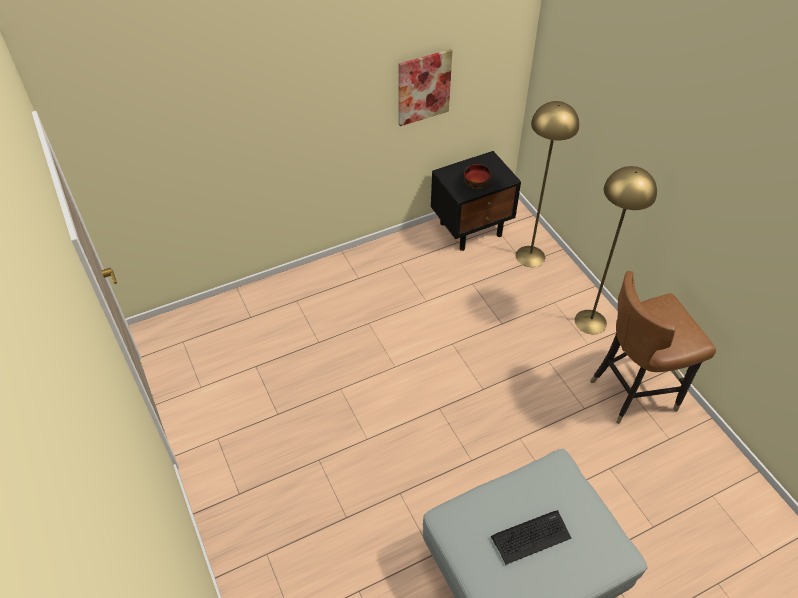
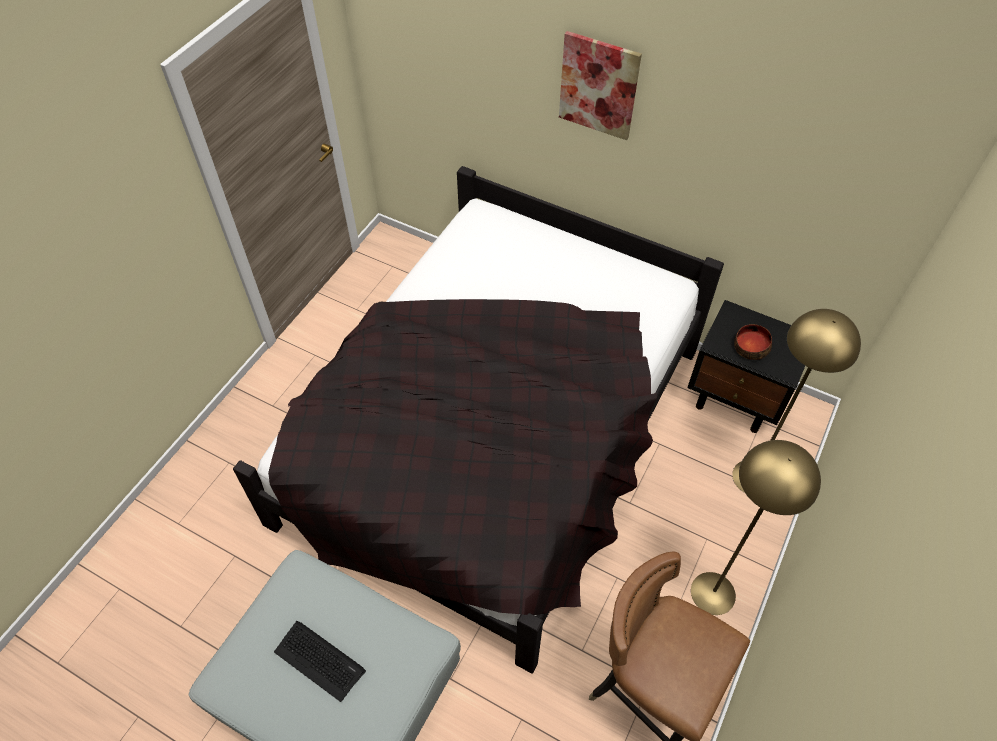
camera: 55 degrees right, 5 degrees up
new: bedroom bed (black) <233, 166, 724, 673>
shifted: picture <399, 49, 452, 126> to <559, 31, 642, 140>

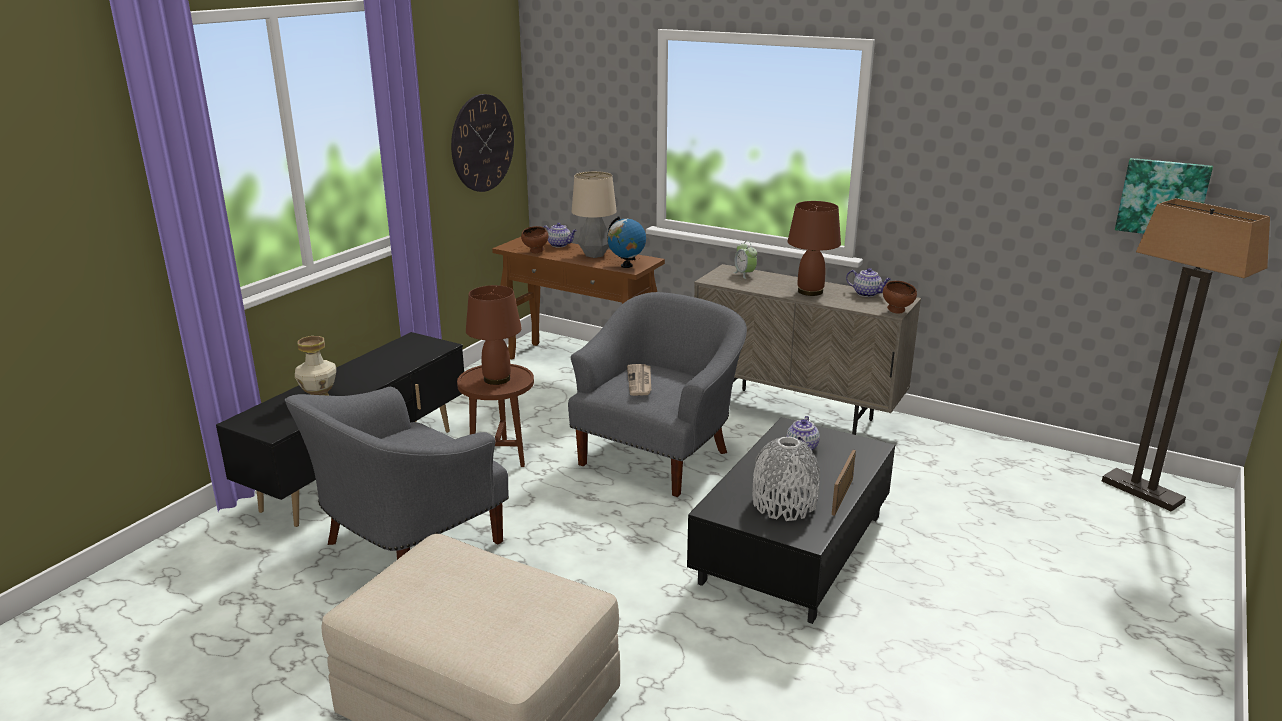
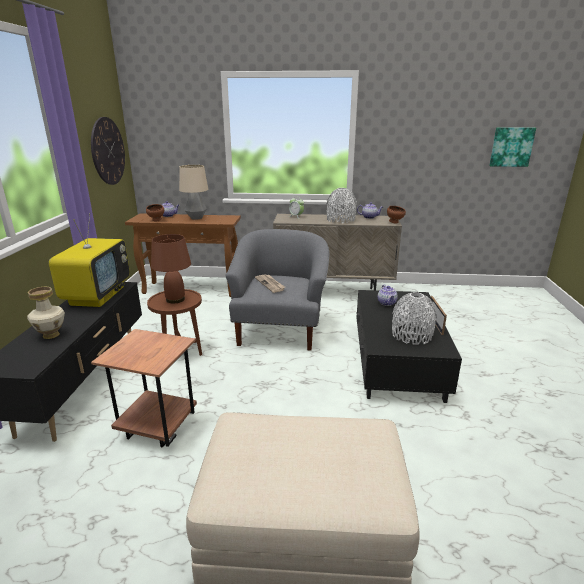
camera: 25 degrees left, 0 degrees up
gone: world globe <607, 217, 646, 268>; standing lamp <1102, 198, 1270, 511>
new: TV set <49, 213, 130, 307>
swapped: armchair (greyish) <285, 387, 509, 560> to side table (brown-coloured) <91, 329, 197, 448>; table lamp (brown-coloured) <788, 201, 841, 296> to decorative vase (greyish) <326, 188, 357, 223>

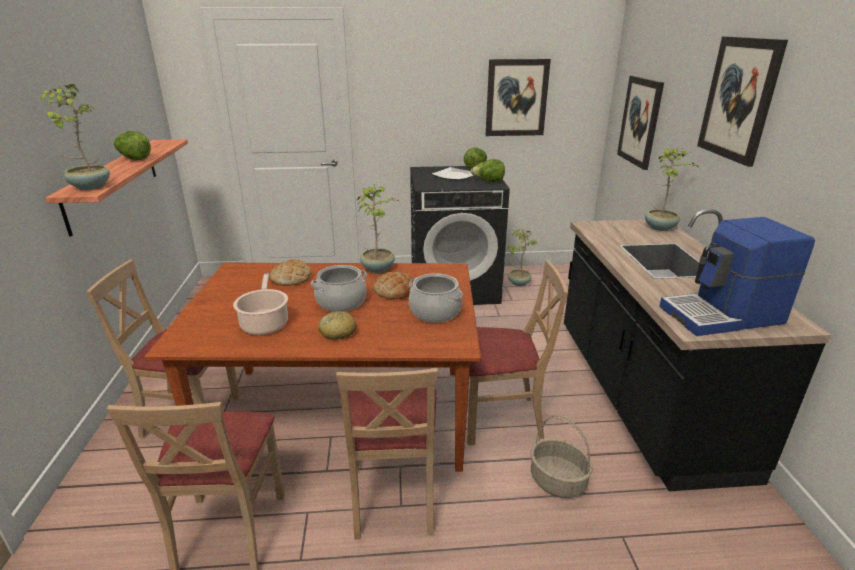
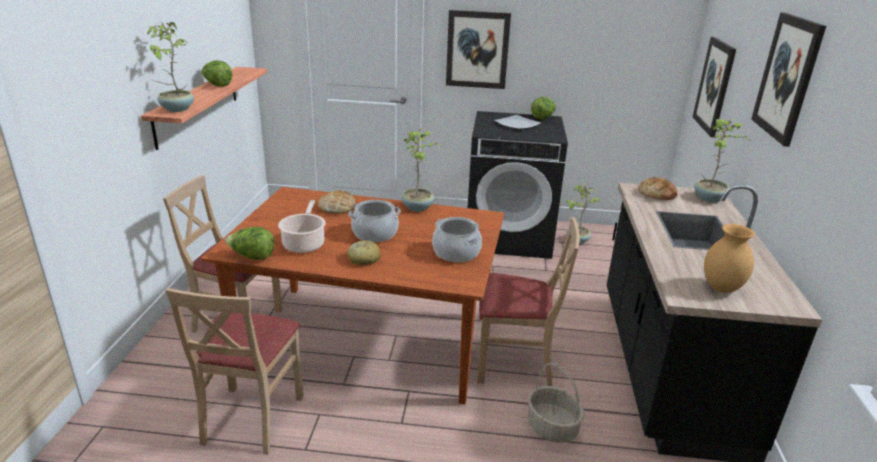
camera: 10 degrees right, 0 degrees up
gone: upright chair (beige) <336, 368, 438, 540>
shifted: baked bread <373, 272, 413, 299> to <638, 177, 678, 200>; head of lettuce <470, 159, 505, 182> to <225, 227, 274, 260>; picture <485, 59, 551, 136> to <446, 10, 511, 89>
swapped: coffee machine <659, 217, 815, 336> to decorative vase (brown-coloured) <704, 224, 755, 293>

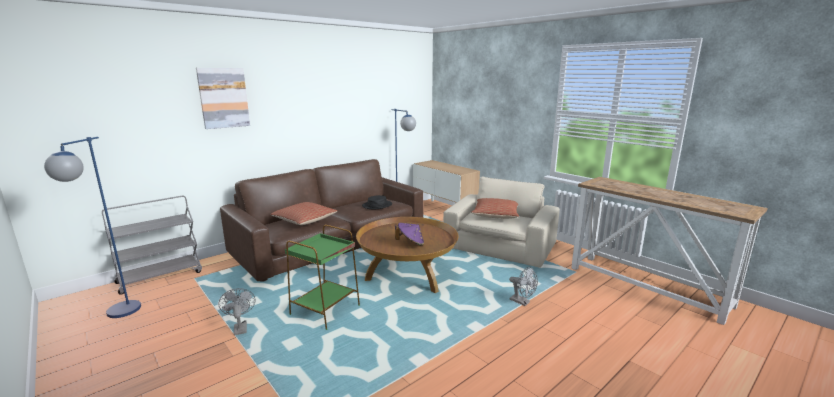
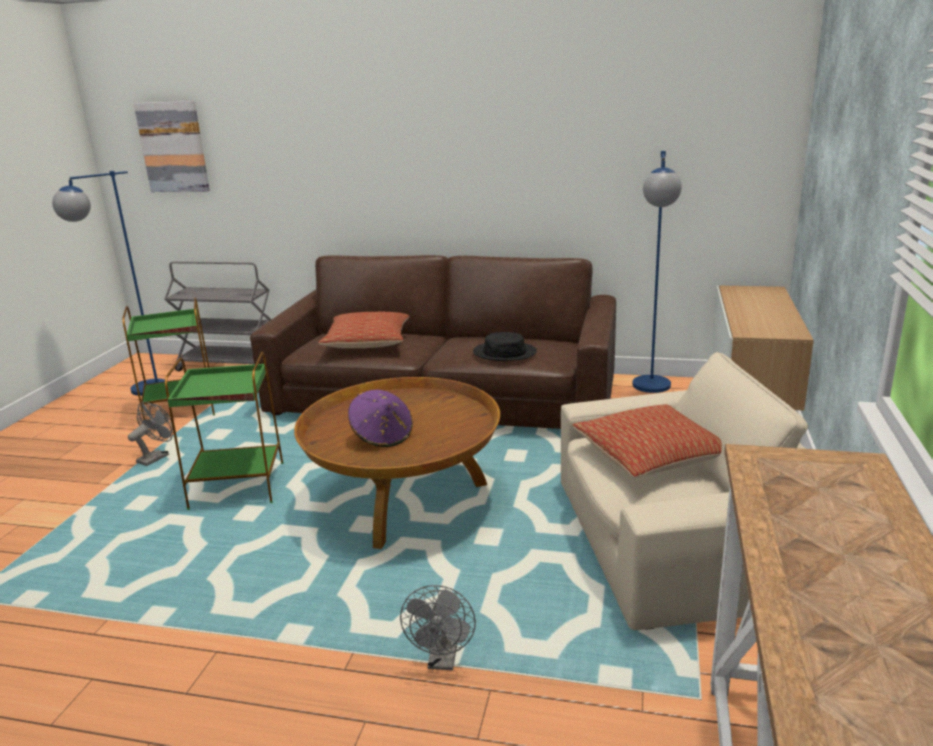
camera: 55 degrees right, 5 degrees up
new: side table (greenish) <122, 298, 215, 420>
shifted: picture <196, 68, 250, 129> to <134, 101, 210, 192>

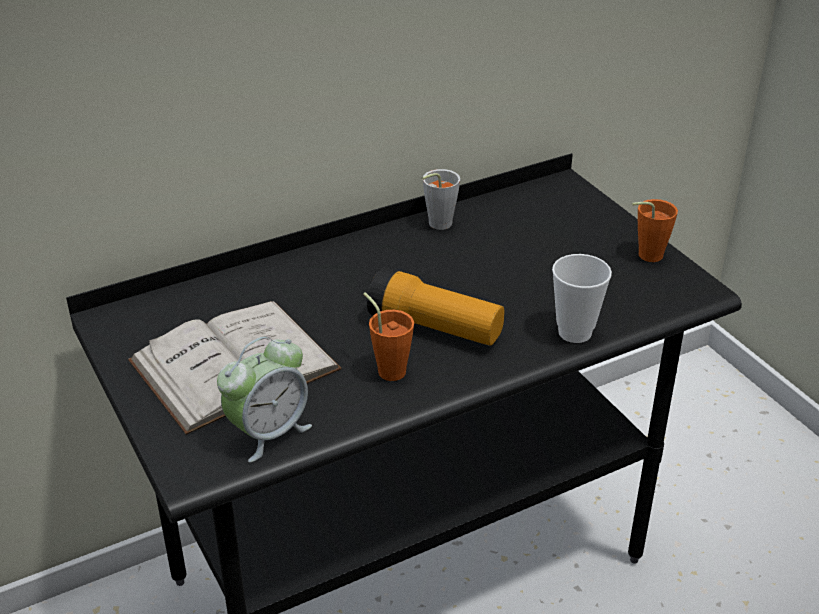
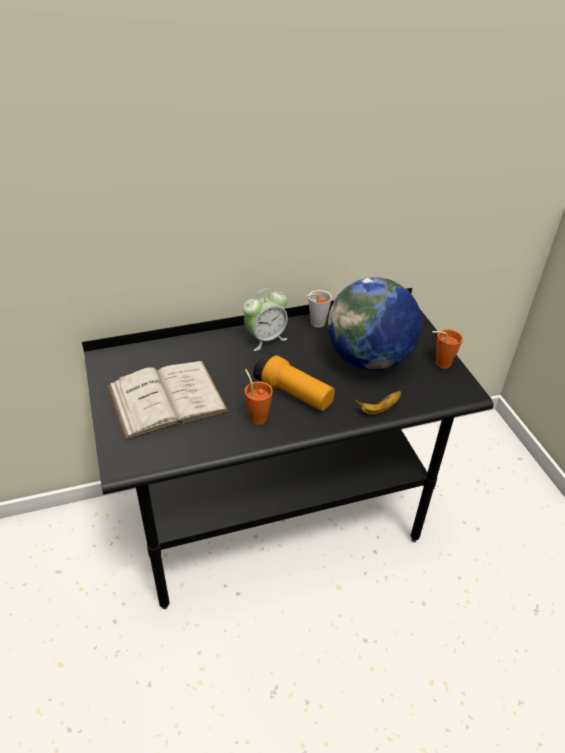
camera: 10 degrees right, 5 degrees up
new: world globe <328, 277, 422, 371>
shifted: table clock <217, 337, 312, 462> to <243, 288, 288, 351>
swapped: small cup <552, 254, 612, 343> to whole banana <354, 391, 401, 415>

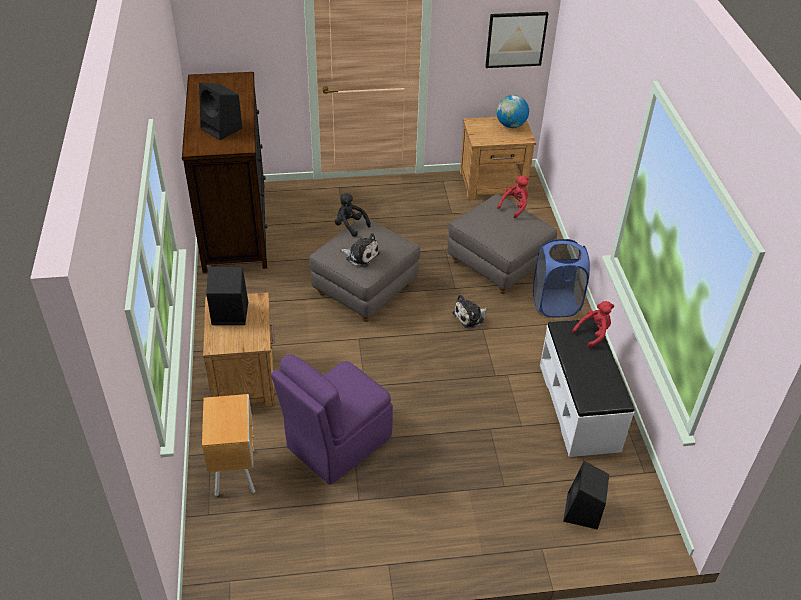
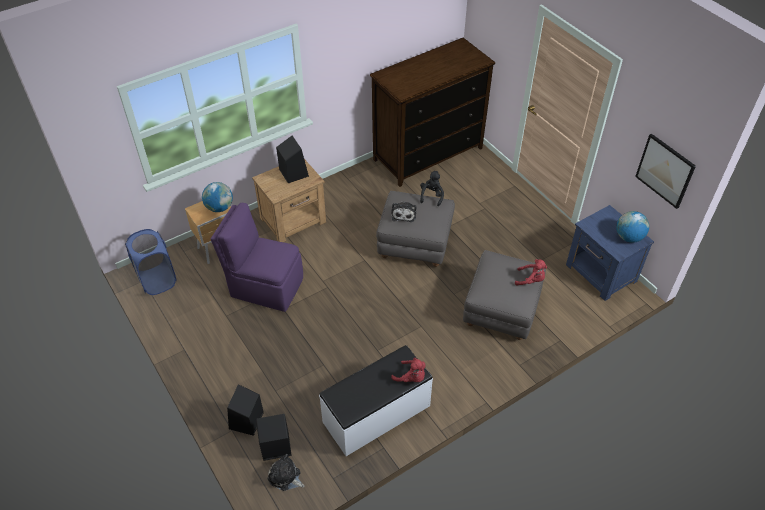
camera: 65 degrees right, 5 degrees up
new: world globe <202, 182, 233, 212>
shifted: speaker (black) <199, 83, 242, 140> to <227, 384, 264, 436>; soft toy <452, 294, 487, 329> to <268, 454, 305, 491>; hamper (blue) <533, 239, 590, 317> to <125, 229, 177, 295>
repainted: night table (brown-coloured) <460, 117, 536, 200> to night table (blue) <566, 205, 654, 301>

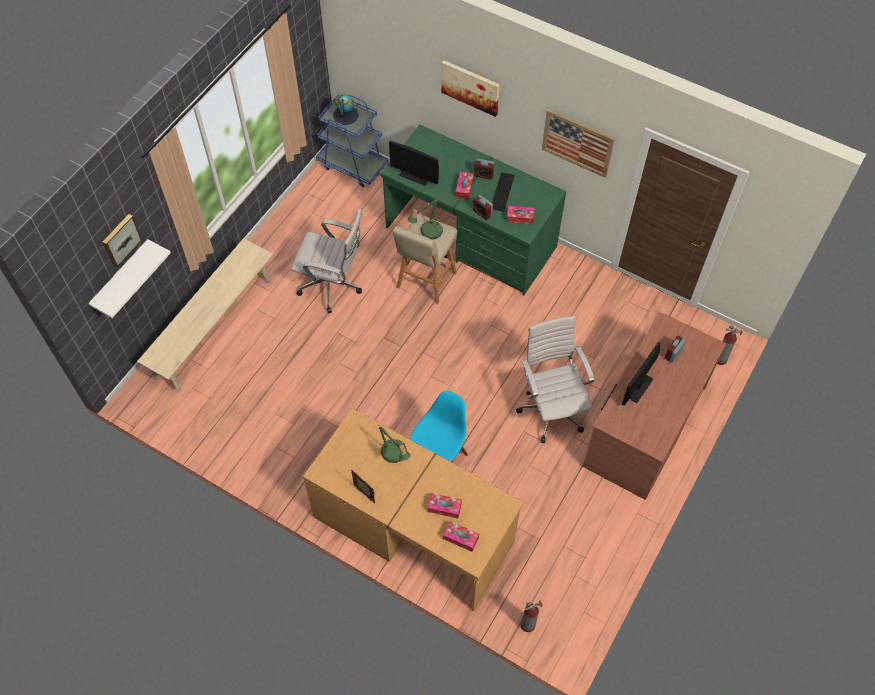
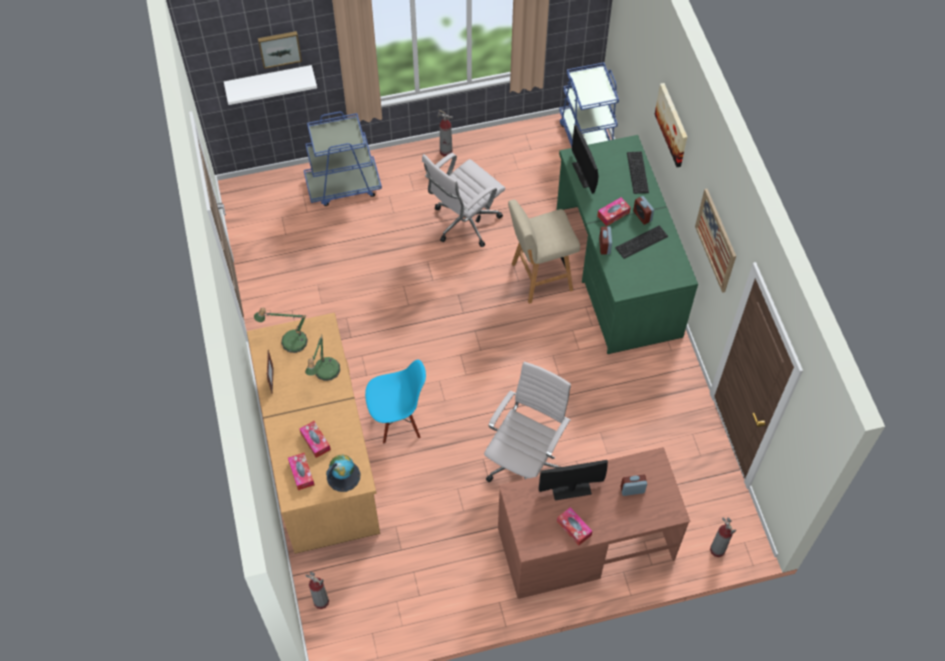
camera: 45 degrees right, 0 degrees up
new: extinguisher <438, 110, 453, 157>; keyboard <627, 151, 649, 194>
shifted: world globe <333, 94, 358, 125> to <326, 454, 360, 492>; table lamp <408, 199, 443, 239> to <254, 308, 308, 353>; tissue box <507, 205, 535, 224> to <557, 507, 592, 546>
swapped: bench (beige) <137, 238, 273, 393> to wheeled cart (blue) <304, 112, 382, 206>
rotated: desk chair (white-coloured) <291, 208, 362, 313> = <422, 153, 505, 247> 75 degrees clockwise

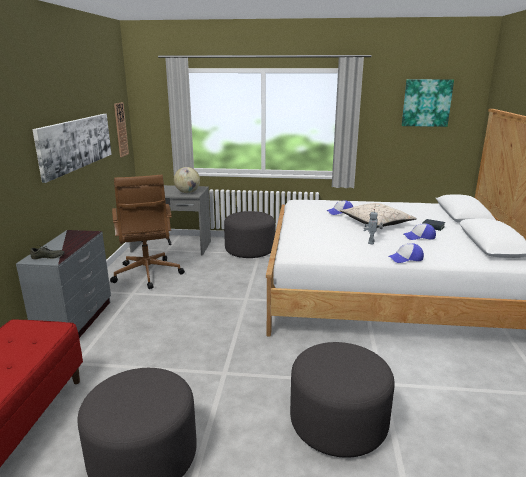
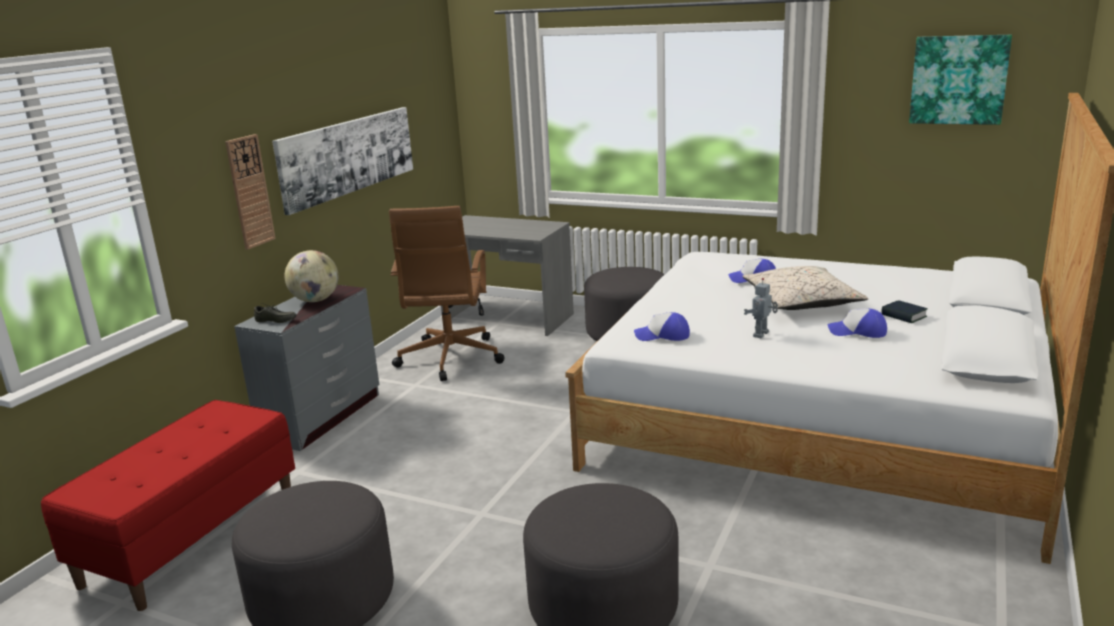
camera: 20 degrees right, 0 degrees up
shifted: clock on the wall <114, 102, 129, 157> to <225, 134, 276, 250>; world globe <174, 167, 200, 193> to <285, 250, 338, 302>; cap <388, 243, 424, 263> to <634, 312, 690, 341>

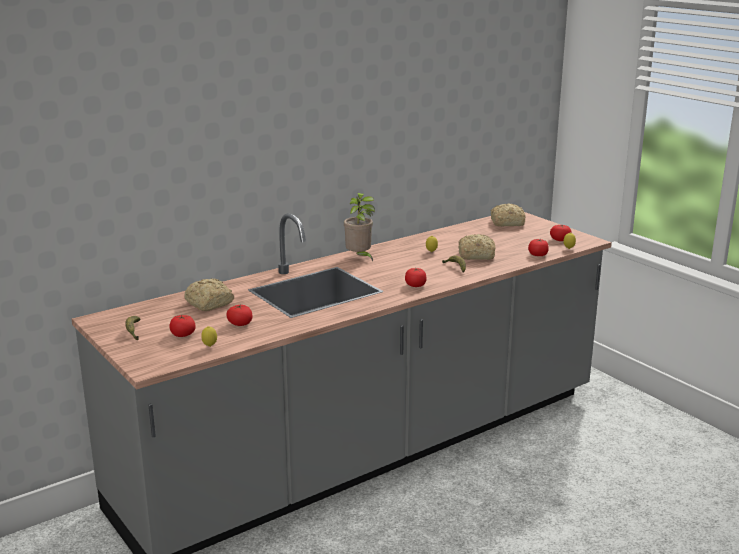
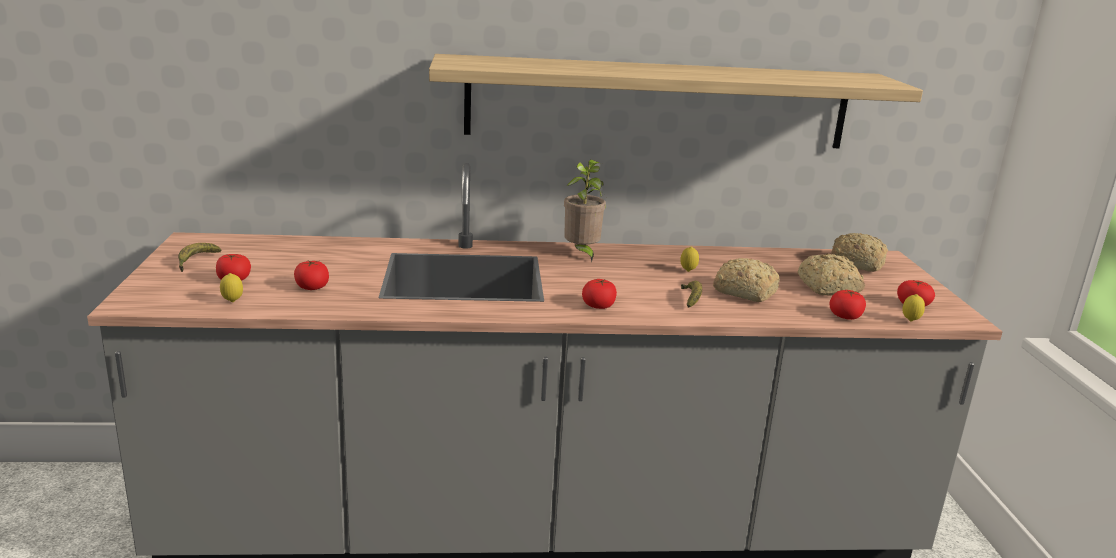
camera: 30 degrees right, 0 degrees up
new: bracket shelf <429, 54, 923, 148>
shifted: baked bread <184, 278, 234, 311> to <797, 254, 865, 295>

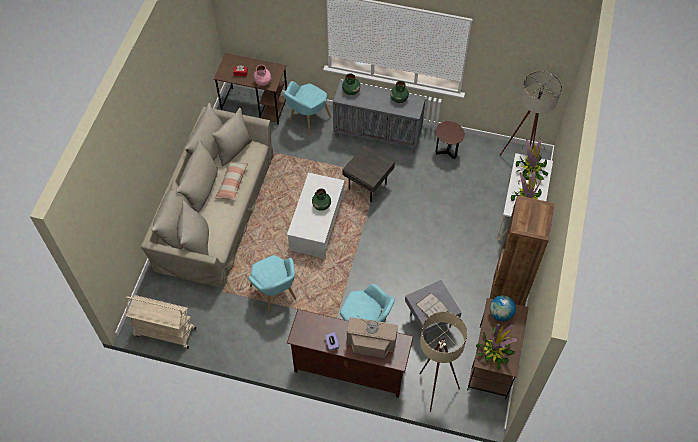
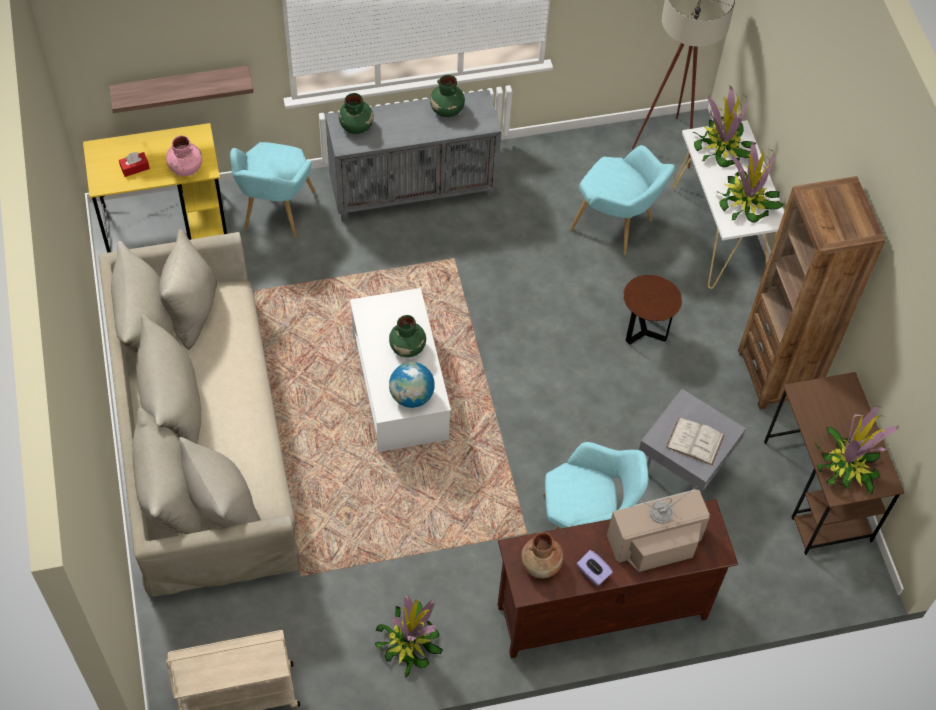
camera: 30 degrees left, 0 degrees up
gone: cushion <214, 162, 249, 200>; side table (greyish) <343, 145, 395, 202>; standing lamp (beige) <419, 312, 467, 412>
new: bracket shelf <109, 65, 254, 113>; houseplant <375, 595, 443, 678>; decorative vase (brown-coloured) <521, 532, 563, 578>
shifted: armchair (turquoise-coloured) <249, 255, 296, 313> to <570, 145, 675, 255>; side table (brown-coloured) <436, 121, 465, 159> to <623, 275, 682, 345>; world globe <490, 295, 516, 321> to <389, 362, 435, 408>
repainted: desk unit (brown-coloured) <214, 53, 287, 125> to desk unit (yellowish) <83, 123, 227, 253>

